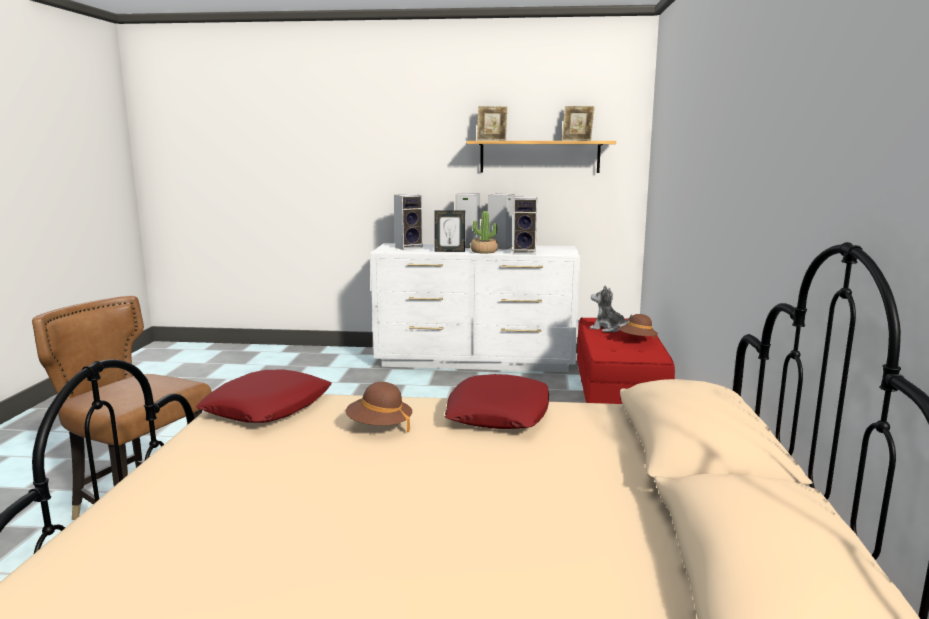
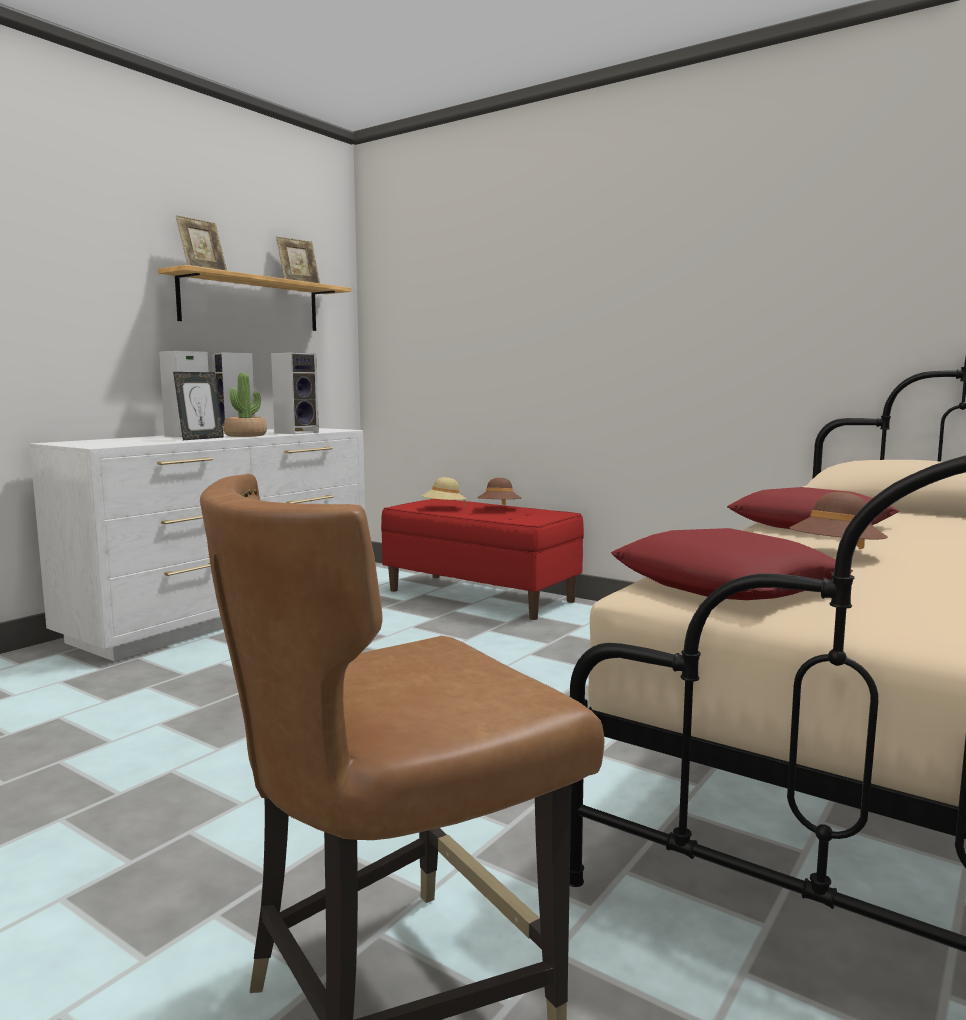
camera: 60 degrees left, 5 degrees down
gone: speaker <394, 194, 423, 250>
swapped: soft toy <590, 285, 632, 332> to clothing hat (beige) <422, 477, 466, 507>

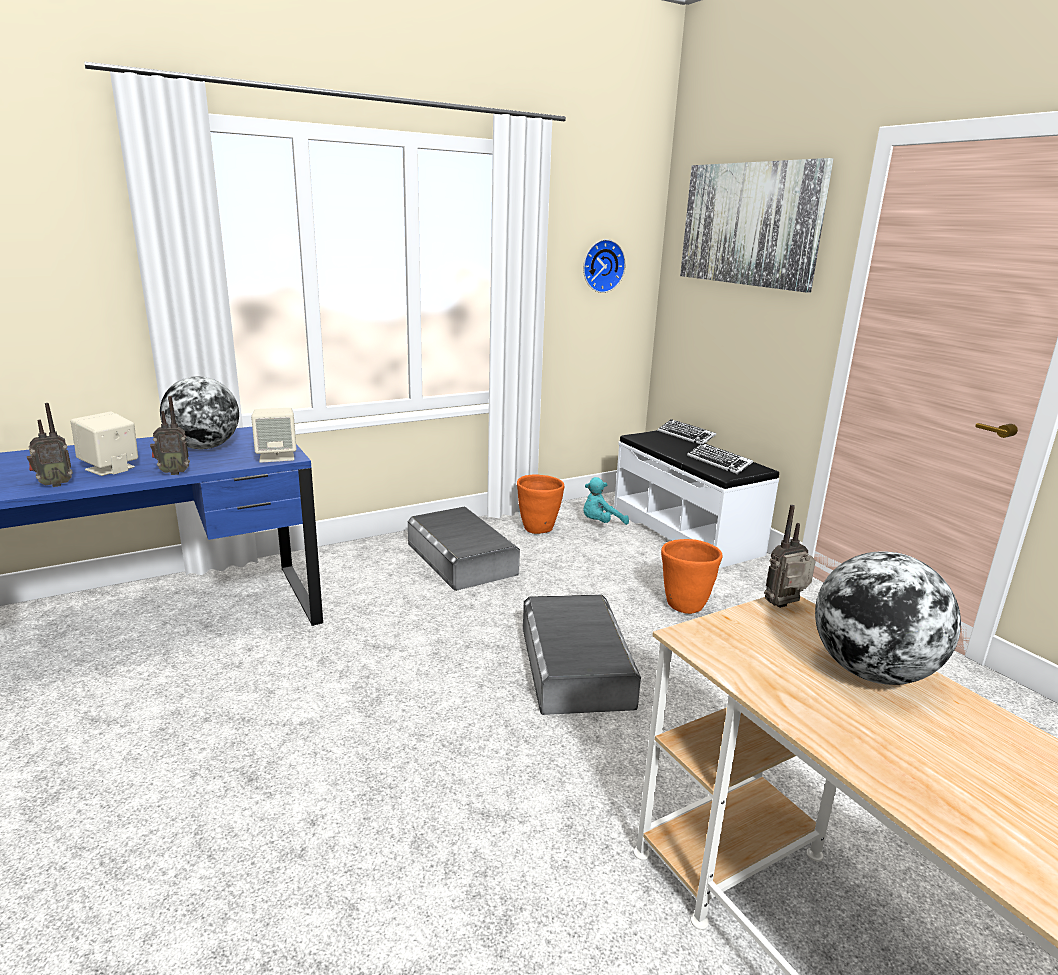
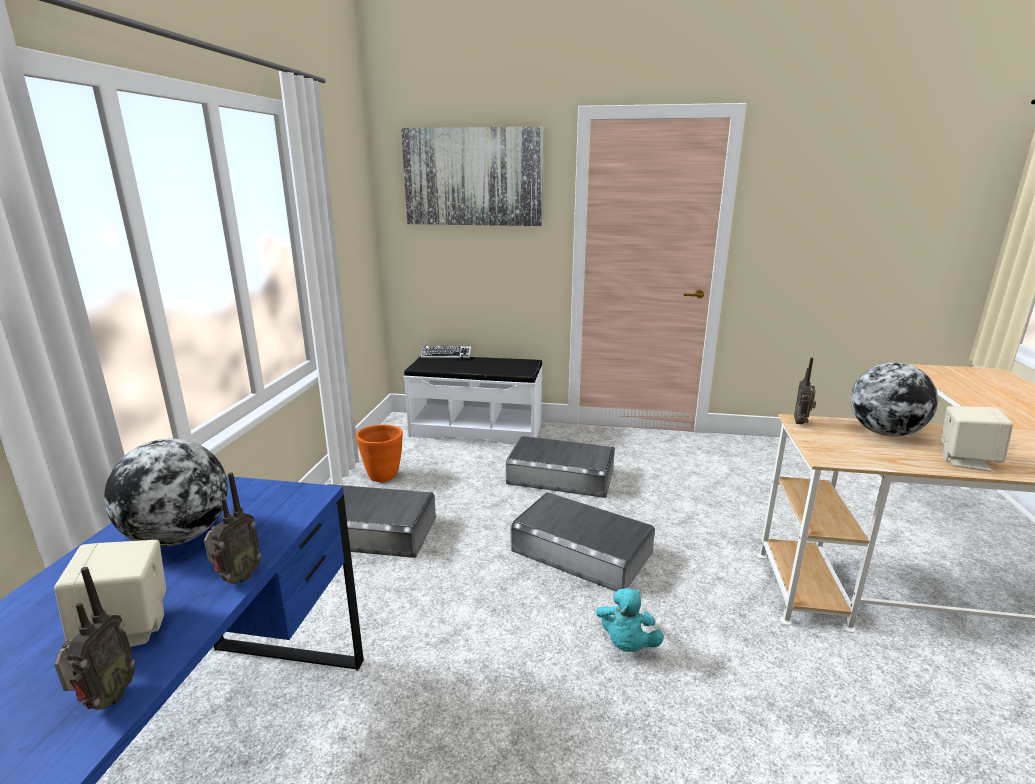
camera: 50 degrees left, 0 degrees up
gone: clock on the wall <583, 239, 626, 293>; keyboard <687, 443, 753, 474>
shifted: speaker (beige) <251, 408, 297, 463> to <941, 406, 1013, 472>; soft toy (turquoise-coloured) <583, 477, 629, 525> to <596, 588, 664, 652>
swapped: planter (orange-coloured) <661, 539, 723, 614> to storage container (greyish) <506, 436, 615, 498>

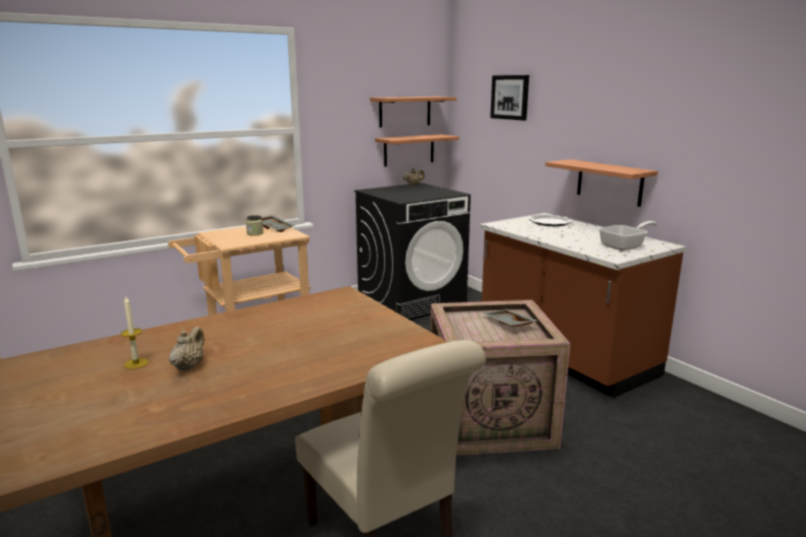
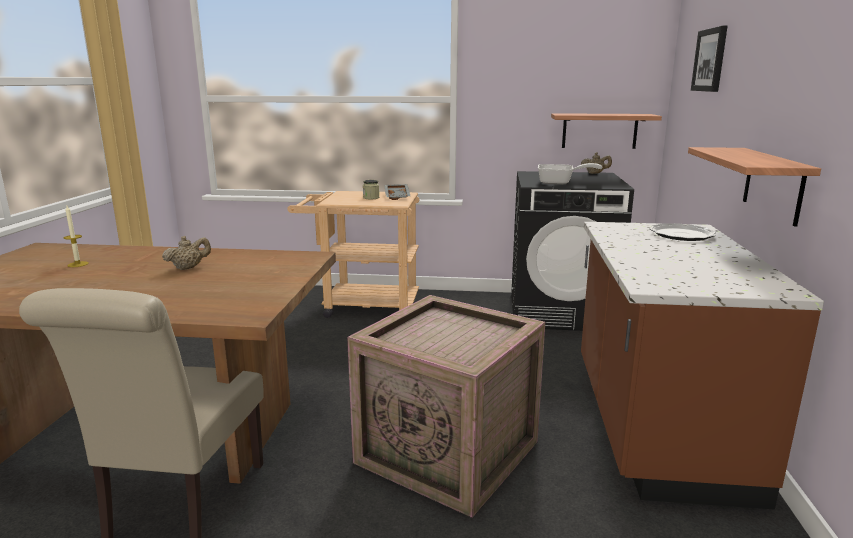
camera: 40 degrees right, 0 degrees up
gone: bracket shelf <370, 97, 457, 128>; tray (greyish) <483, 309, 538, 327>
shifted: teapot (beige) <169, 327, 204, 371> to <162, 236, 211, 270>; pan <599, 221, 658, 251> to <538, 163, 602, 185>

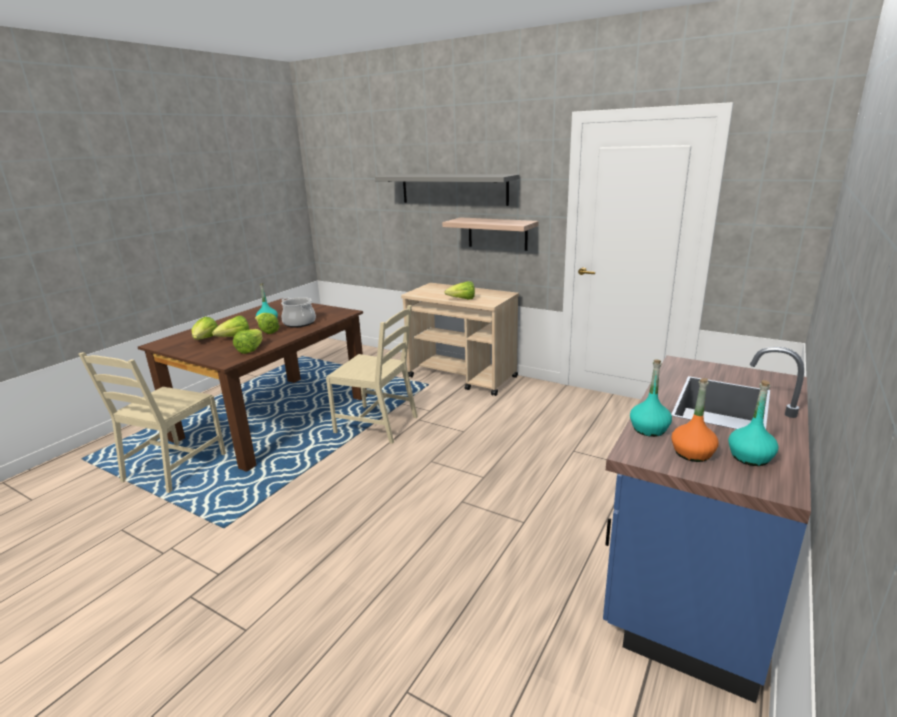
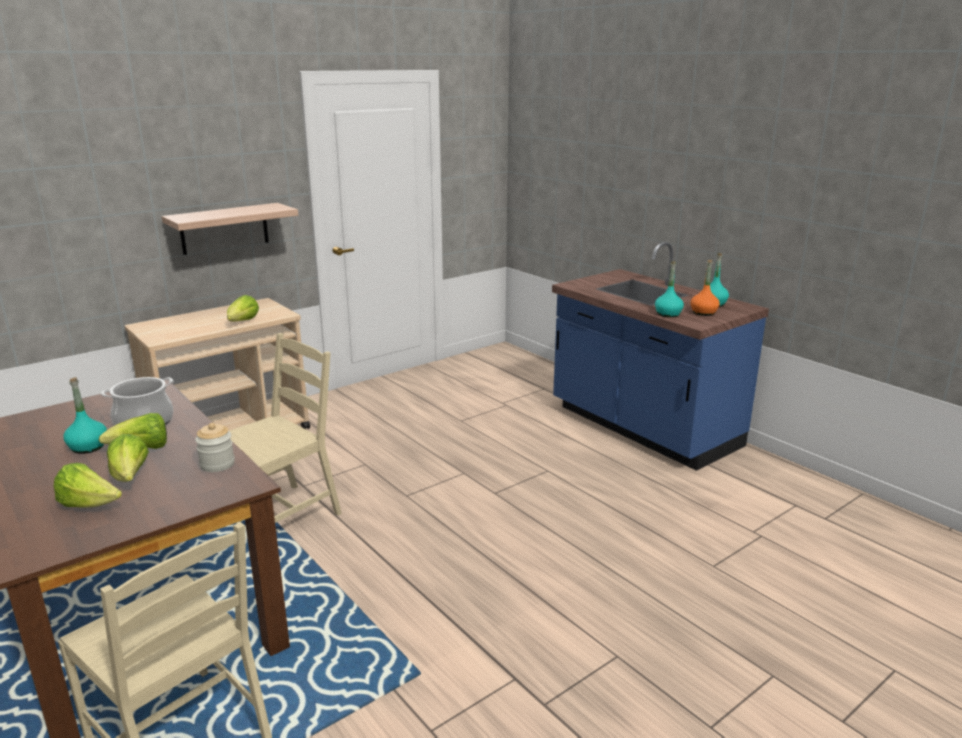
camera: 70 degrees left, 0 degrees up
gone: bracket shelf (greyish) <375, 174, 519, 206>
swapped: head of lettuce <233, 329, 262, 354> to storage jar <195, 423, 235, 472>

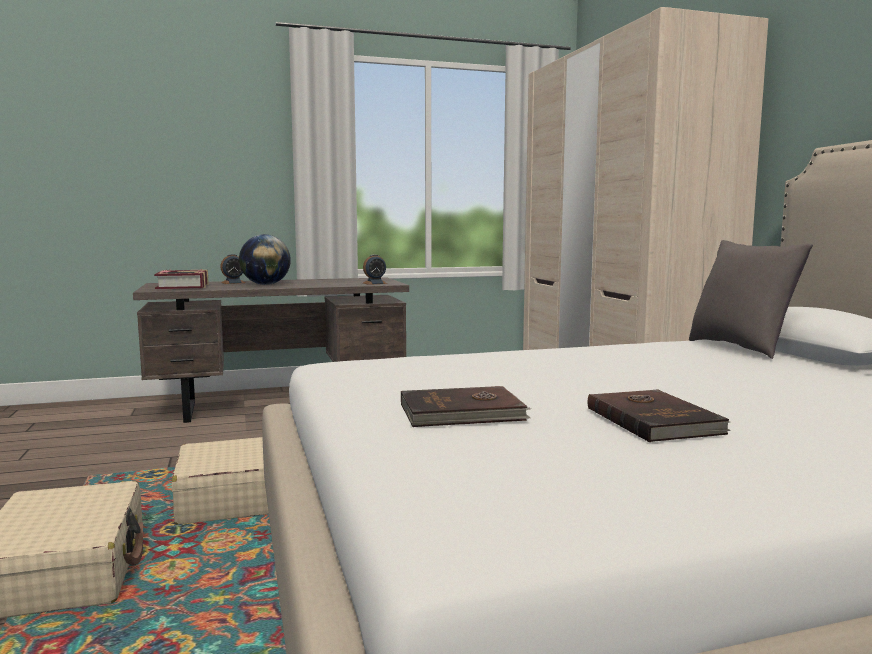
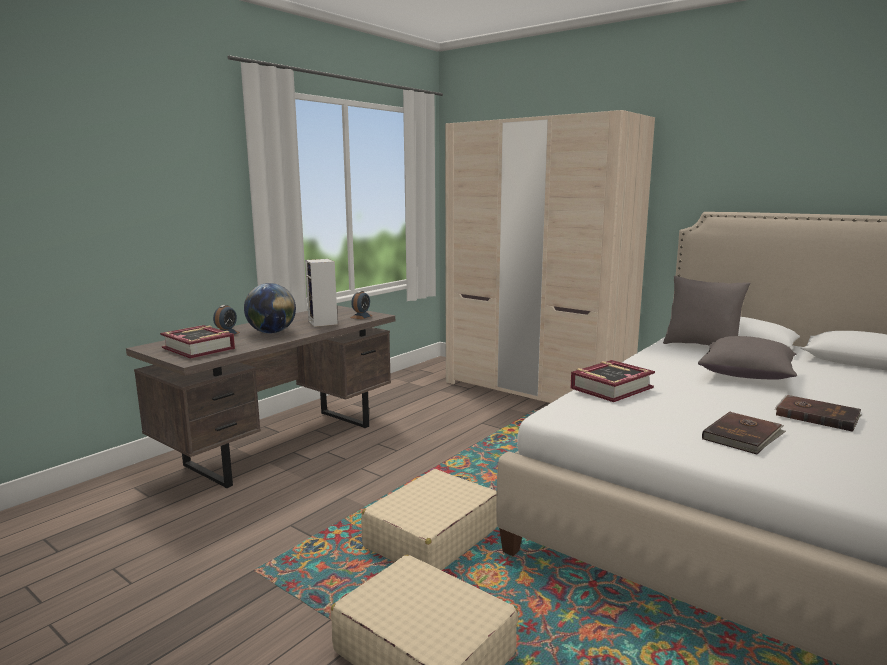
camera: 35 degrees left, 5 degrees up
new: speaker <305, 259, 338, 327>; book <571, 360, 655, 402>; cushion (greyish) <698, 336, 797, 380>

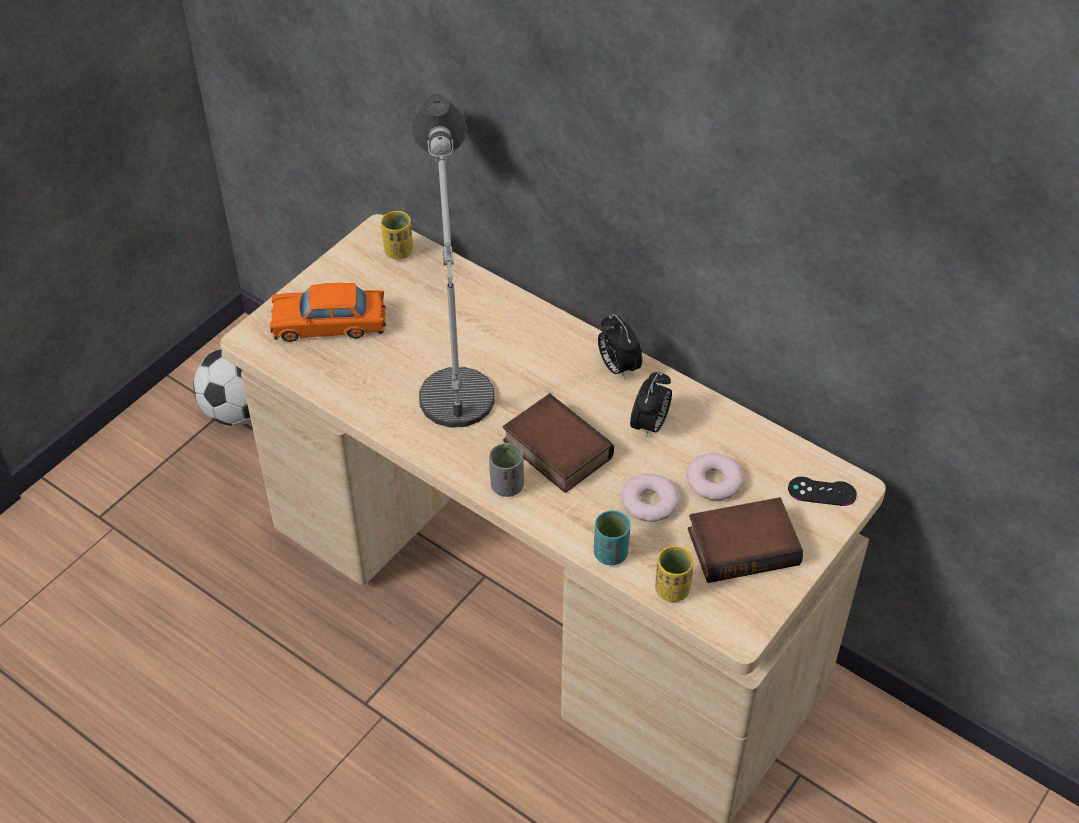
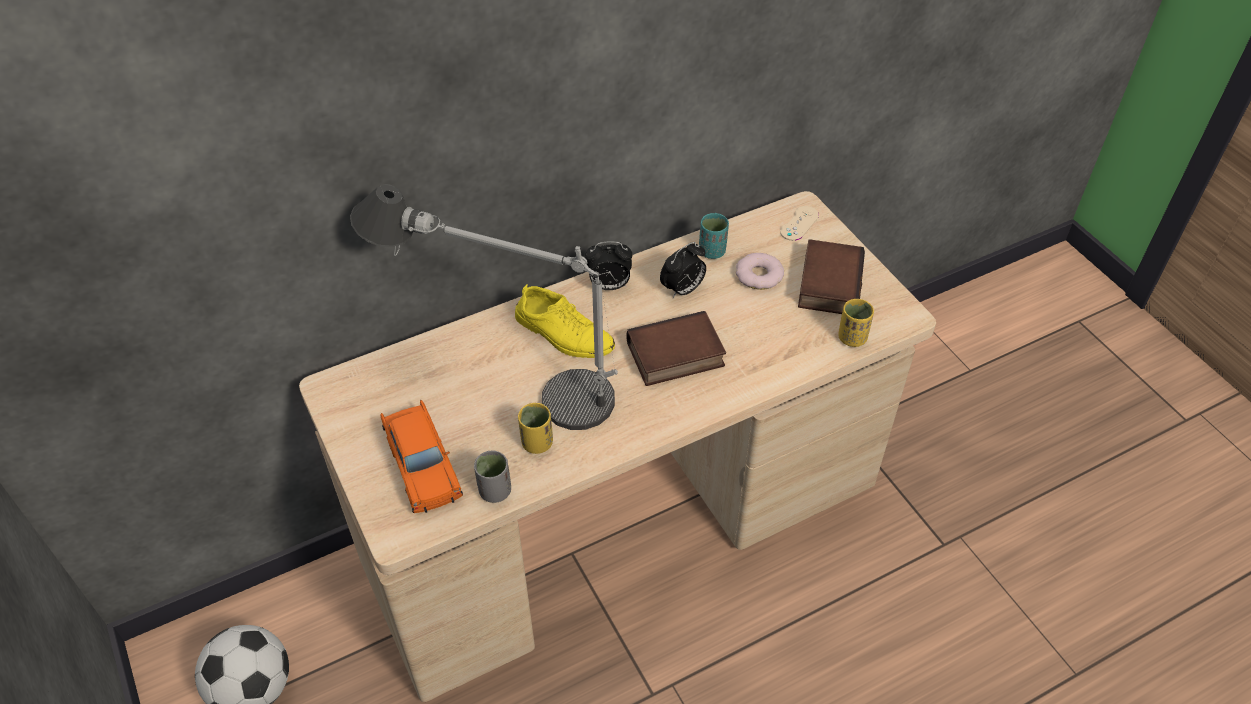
camera: 65 degrees left, 0 degrees up
gone: doughnut <621, 473, 680, 522>
new: shoe (yellowish) <515, 285, 615, 358>
shifted: small cup (yellowish) <381, 211, 413, 260> to <518, 403, 553, 454>; small cup (greyish) <489, 443, 524, 497> to <474, 450, 511, 503>; small cup (turquoise-coloured) <594, 510, 630, 565> to <699, 213, 729, 259>
repainted: joypad (black) <788, 477, 857, 506> to joypad (beige) <780, 206, 819, 241>
rotated: miniature car (orange-coloured) <270, 283, 386, 342> = <381, 400, 463, 513> 45 degrees counterclockwise; table clock <630, 372, 672, 439> = <660, 242, 706, 298> 90 degrees clockwise

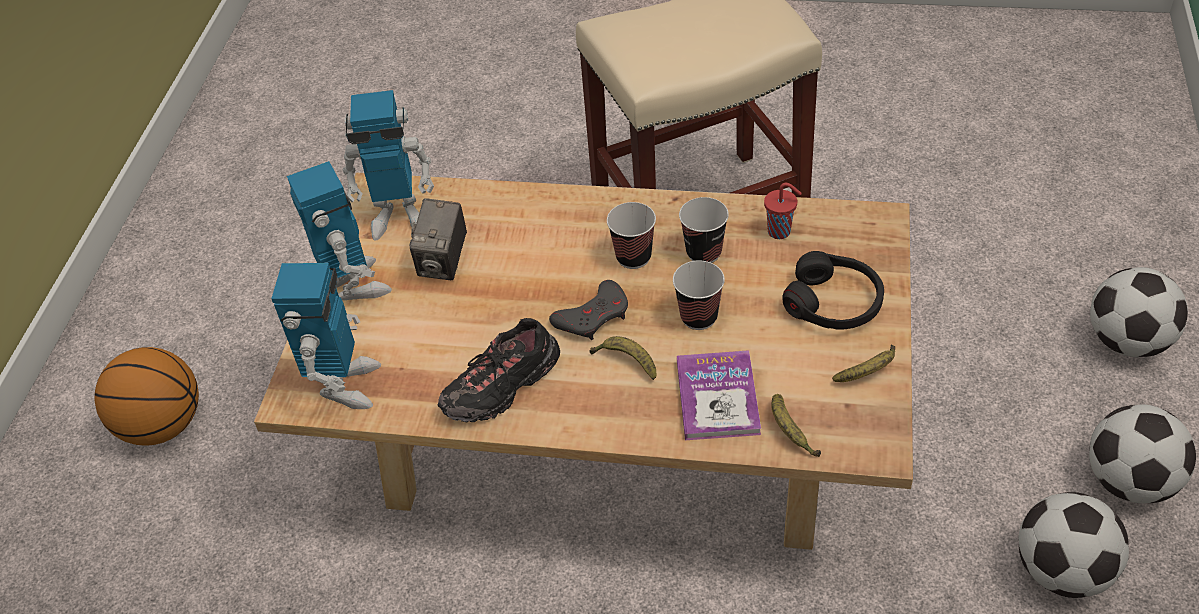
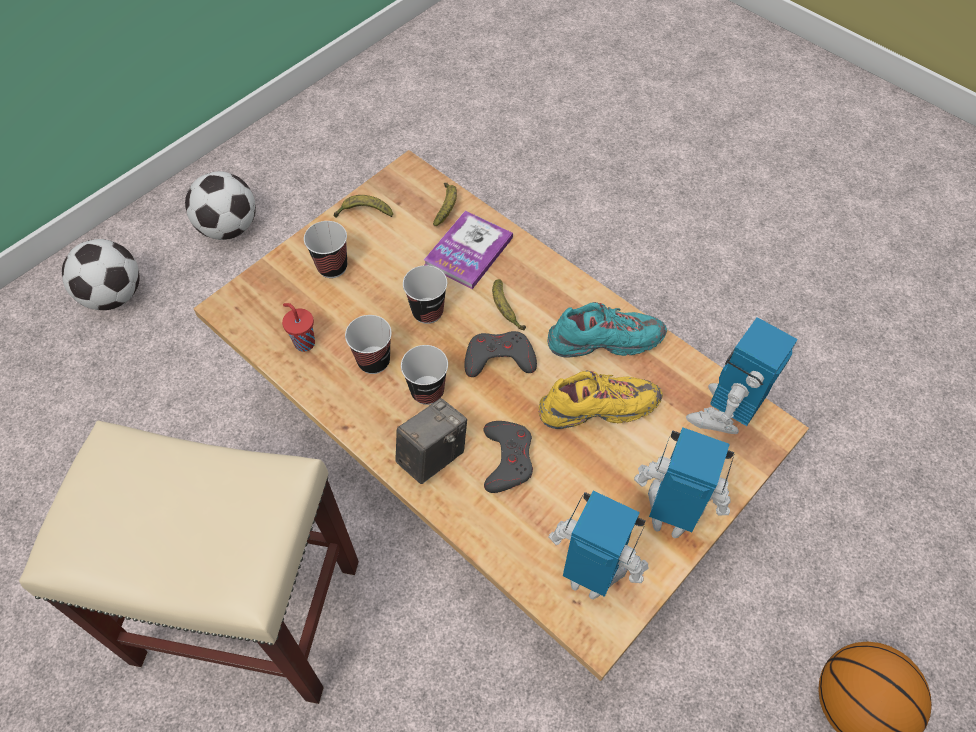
camera: 150 degrees left, 10 degrees up
gone: ball for football <1018, 492, 1129, 598>
new: joypad (greyish) <484, 421, 533, 493>; shoe (yellowish) <539, 371, 663, 429>
shifted: still camera <410, 198, 467, 280> to <395, 398, 467, 484>
swapped: headphones (black) <782, 251, 884, 330> to small cup <304, 221, 347, 278>
repainted: shoe (black) <437, 318, 560, 422> to shoe (turquoise-coloured) <547, 302, 667, 358>
rotated: toy robot <287, 161, 392, 300> = <634, 427, 734, 538> 105 degrees clockwise

